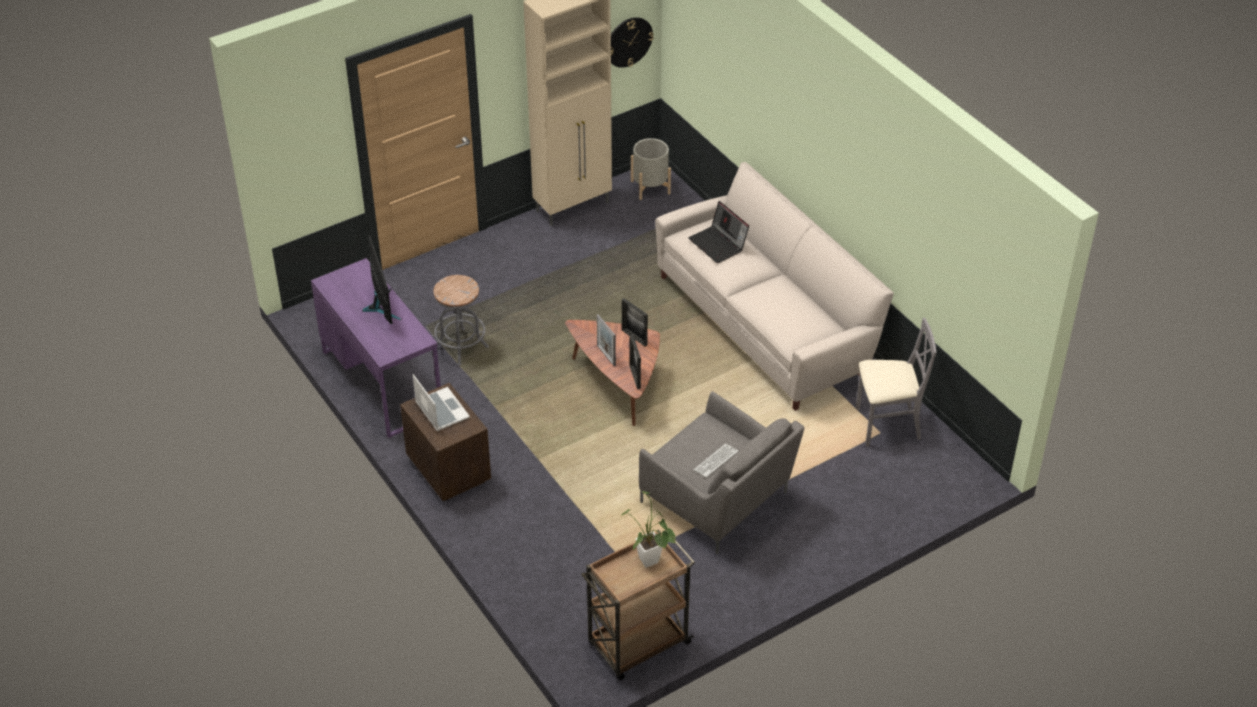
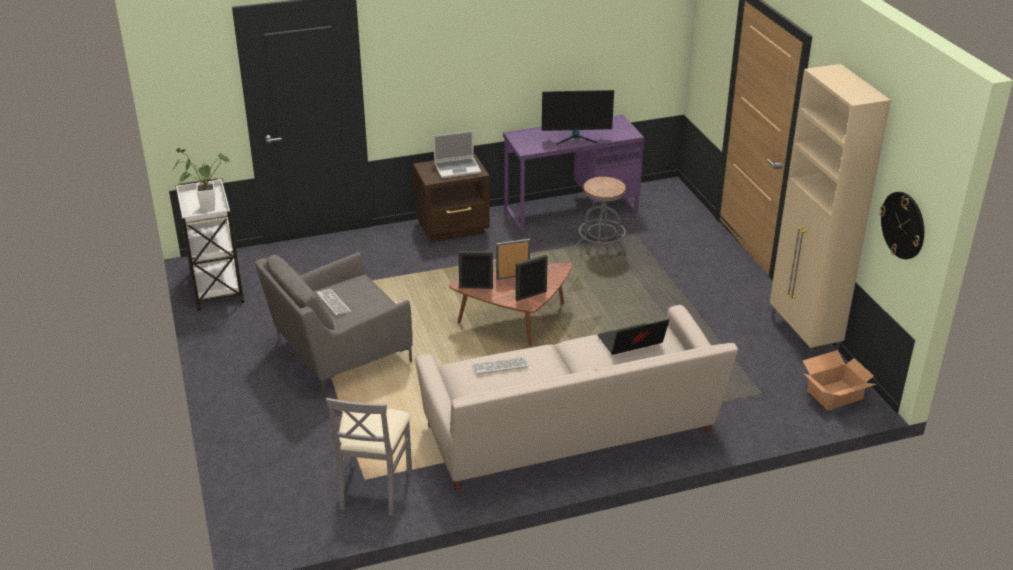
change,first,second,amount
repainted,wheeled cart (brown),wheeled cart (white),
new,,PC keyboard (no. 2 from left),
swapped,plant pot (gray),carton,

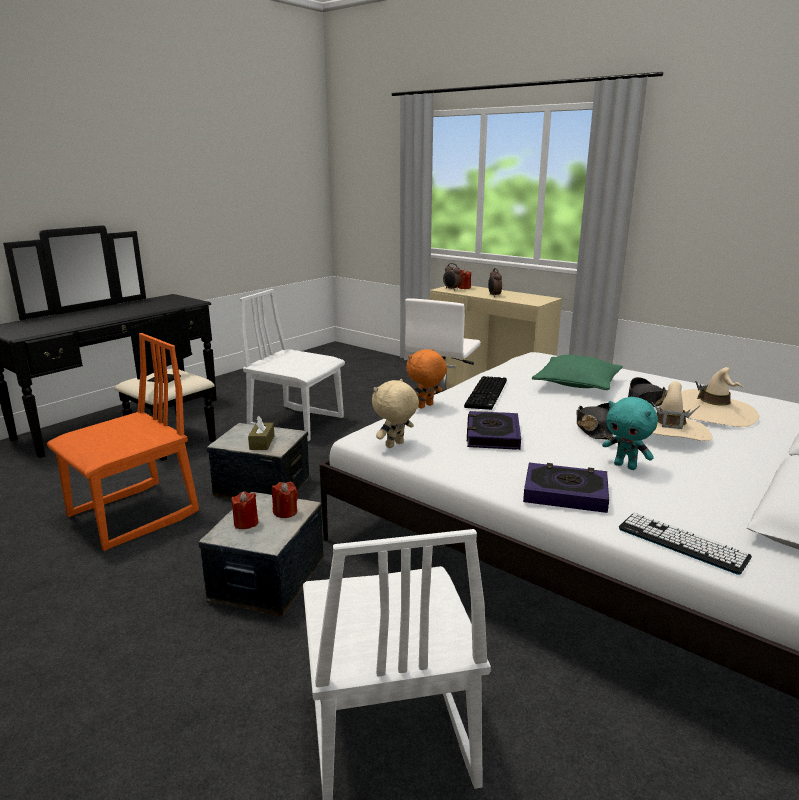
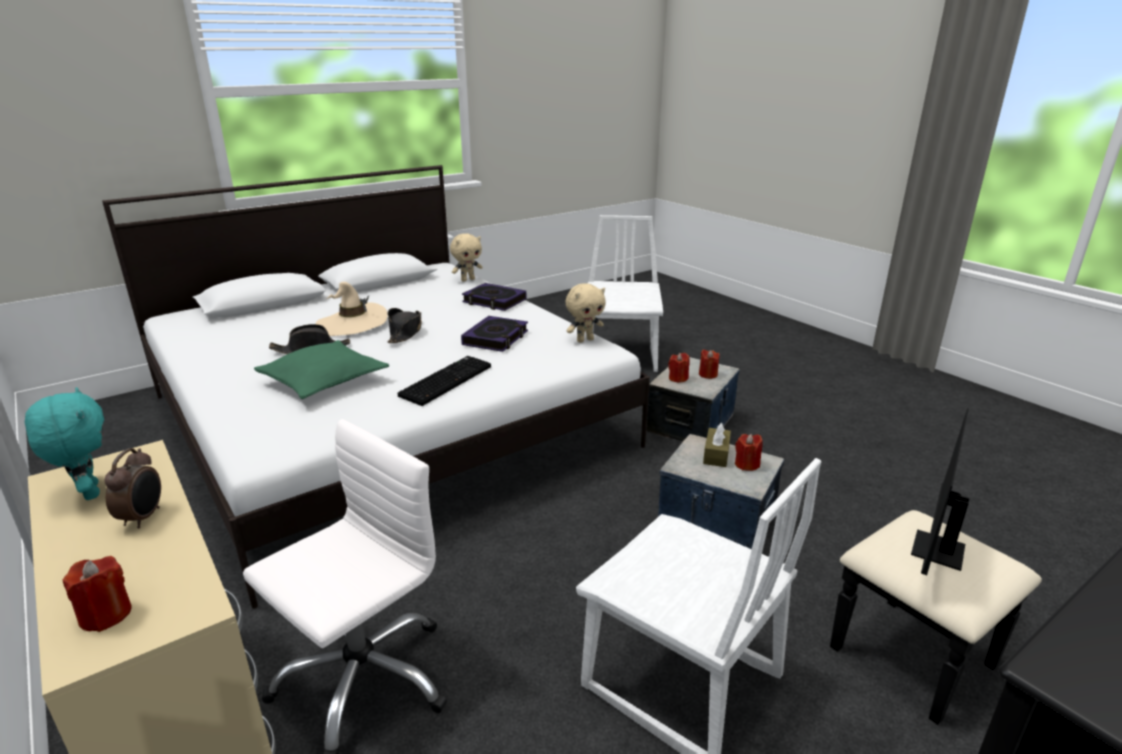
change,first,second,amount
shifted,soft toy (blue-green),,
swapped,PC keyboard (no. 2 from left),soft toy (sand-coloured) (no. 1 from left),
new,,wax light (red) (no. 4 from left),
gone,plain chair (orange-coloured),,
gone,soft toy (orange-coloured),,
gone,alarm clock (no. 1 from left),,
gone,clothing hat (sand-coloured) (no. 2 from left),,

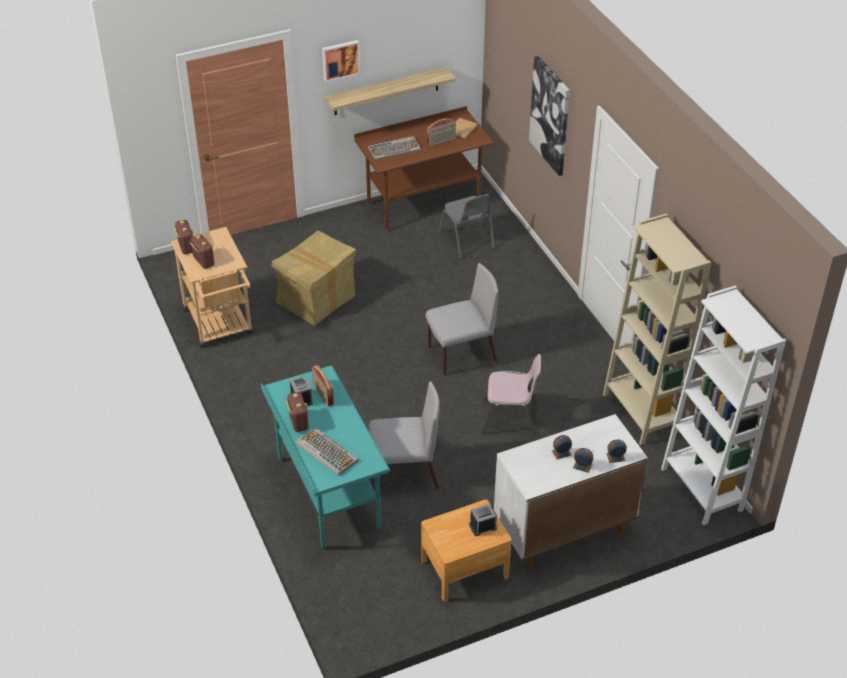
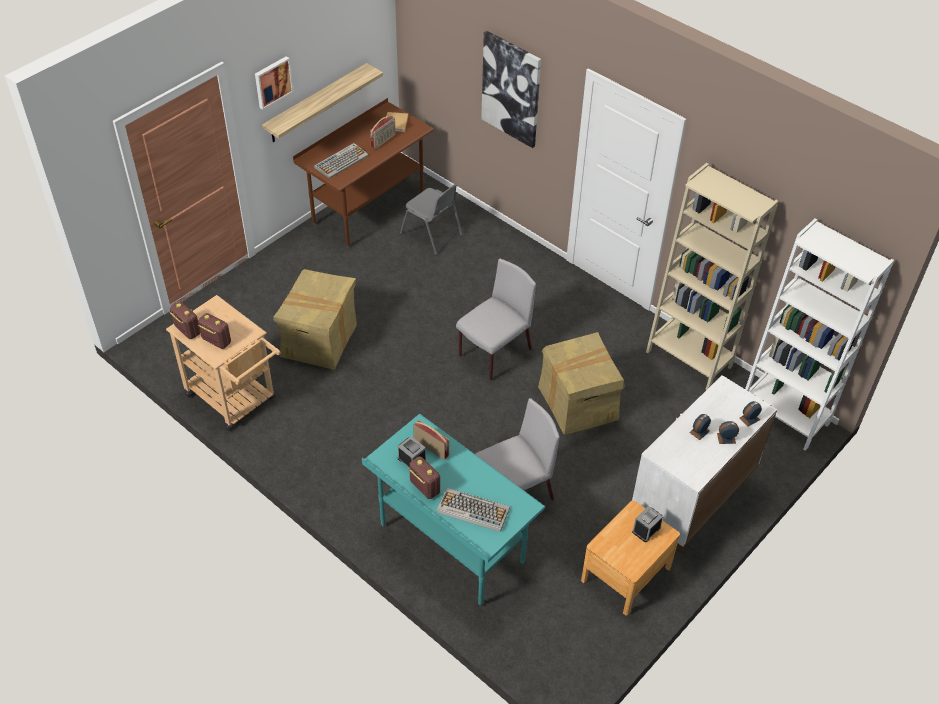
change,first,second,amount
swapped,plain chair (pinkish),carton (no. 2 from left),

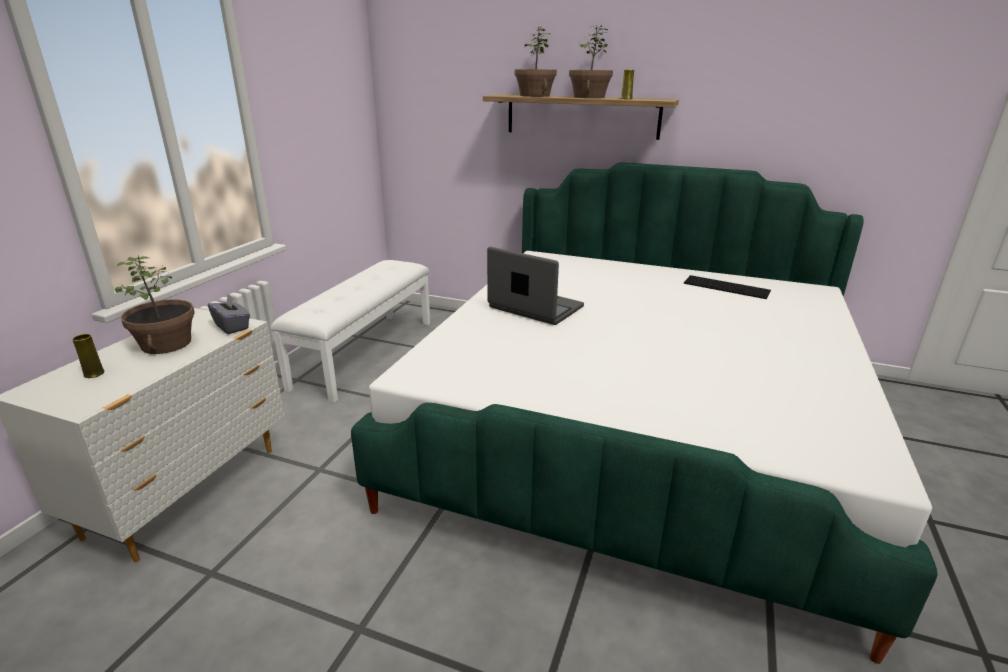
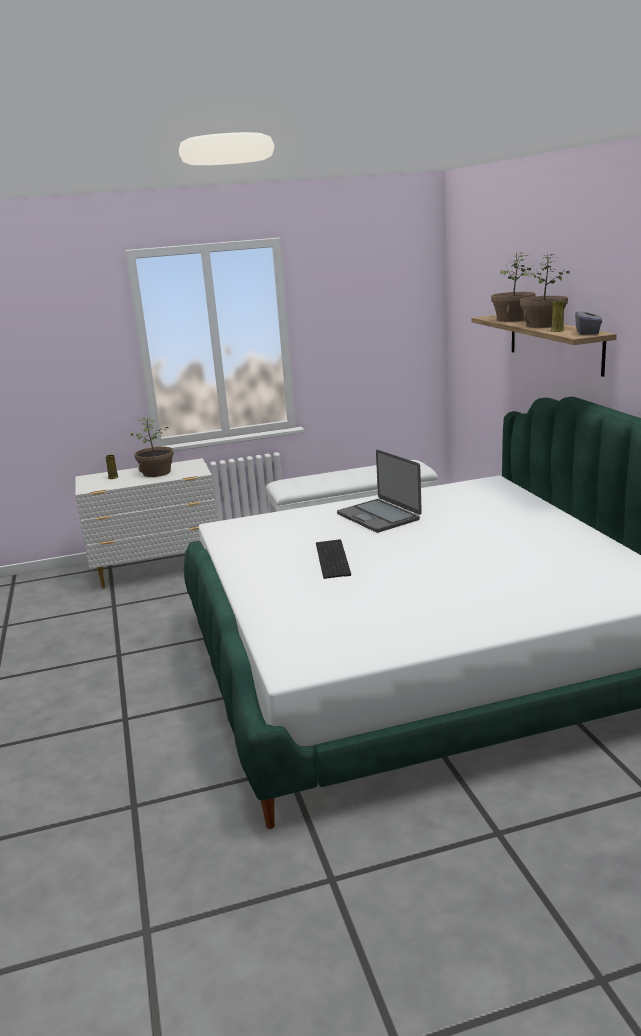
change,first,second,amount
shifted,PC keyboard,,
rotated,laptop,,150 degrees clockwise
shifted,tissue box (gray),,

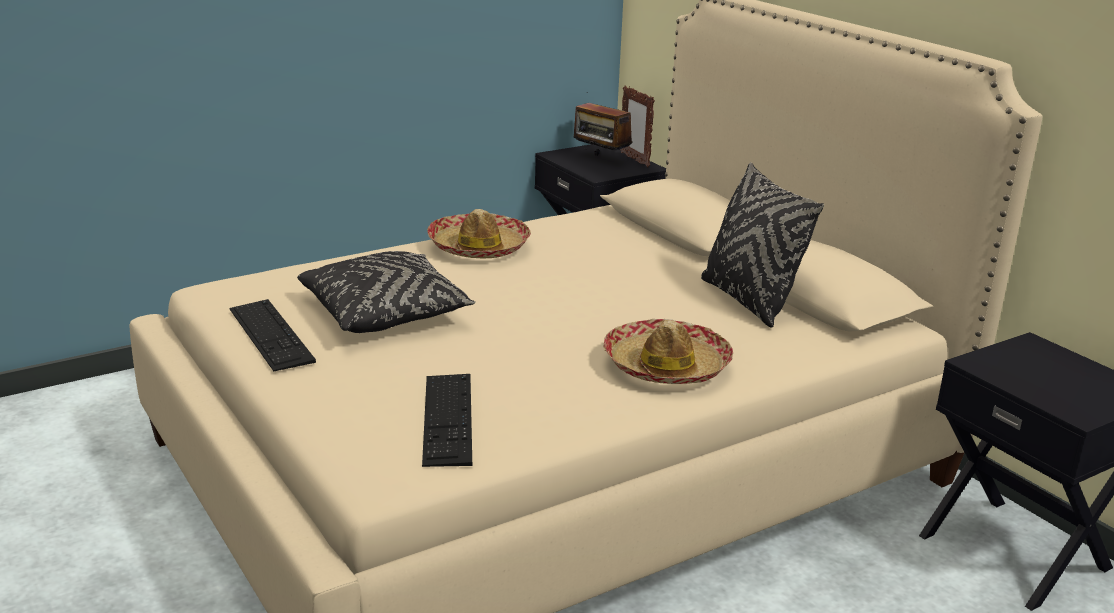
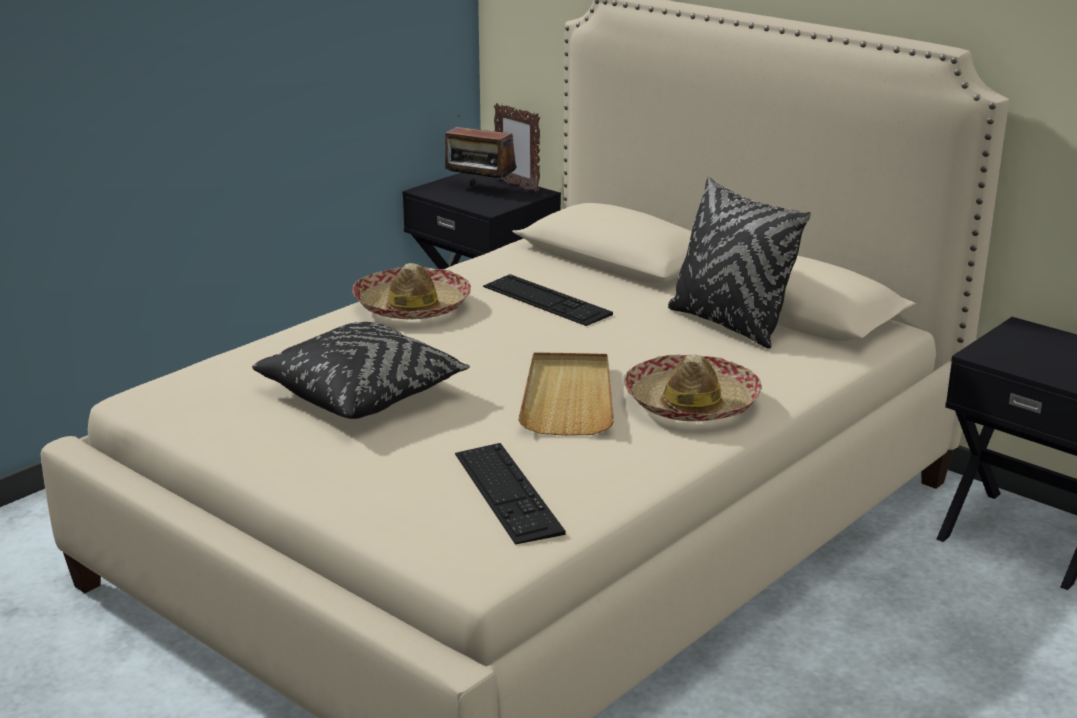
change,first,second,amount
shifted,PC keyboard (no. 1 from left in the first image),PC keyboard (no. 2 from left),
new,,tray (sand-coloured),

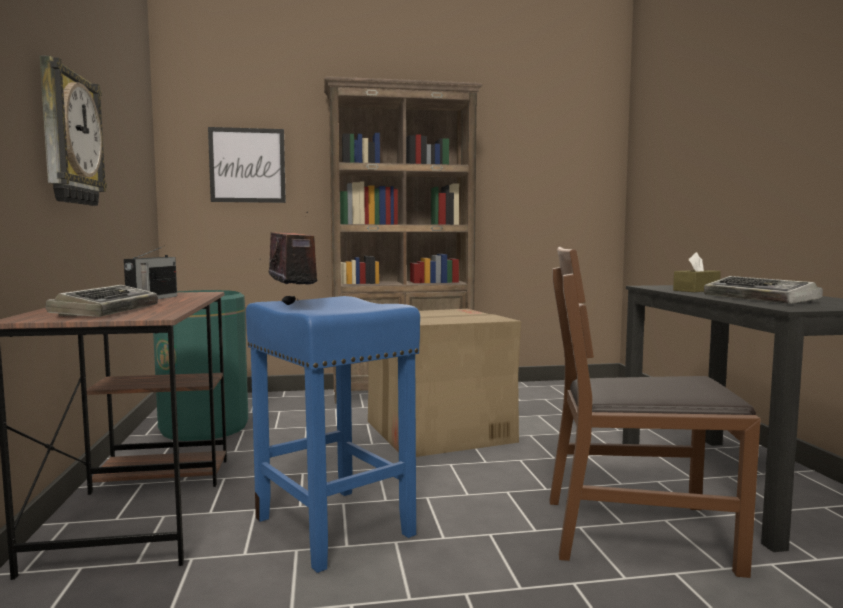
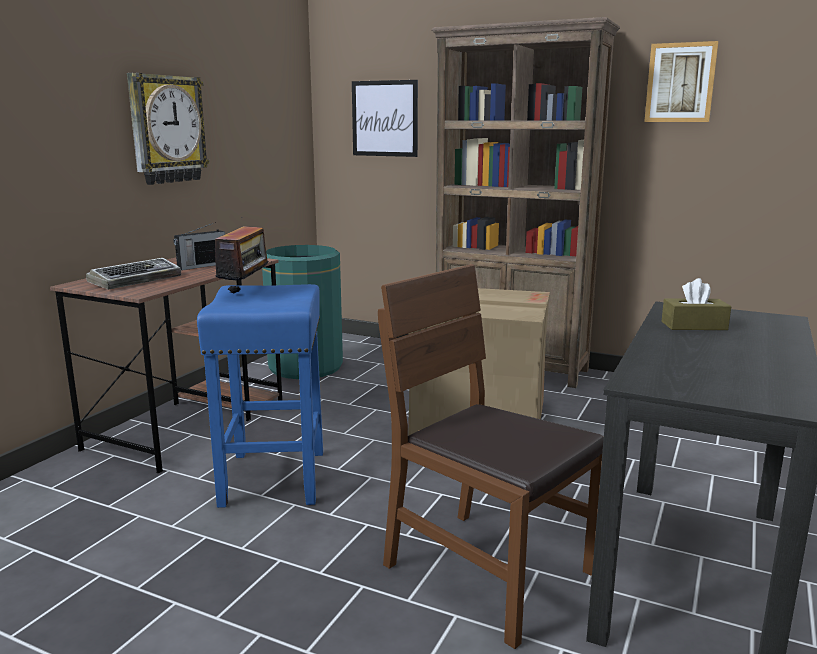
change,first,second,amount
new,,wall art (no. 2 from left),
gone,PC keyboard (no. 2 from left),,

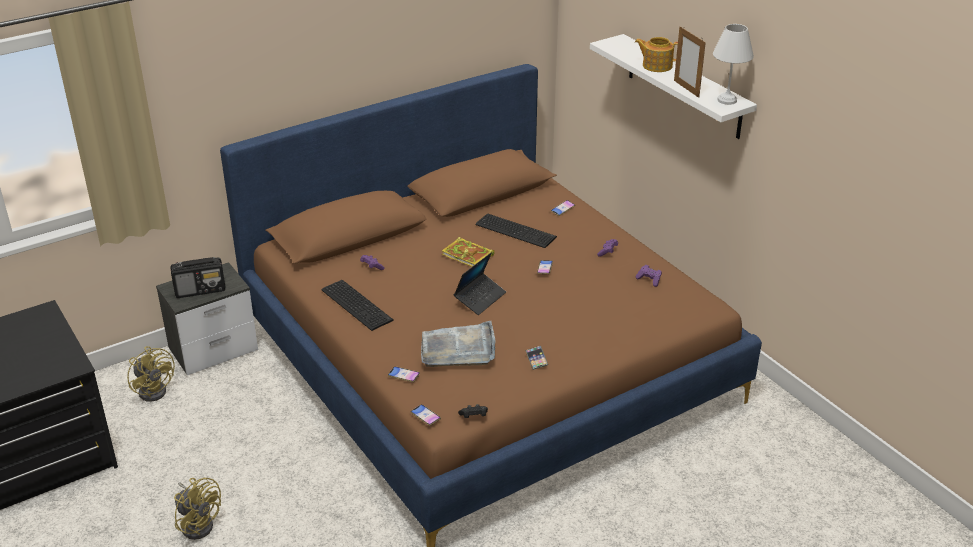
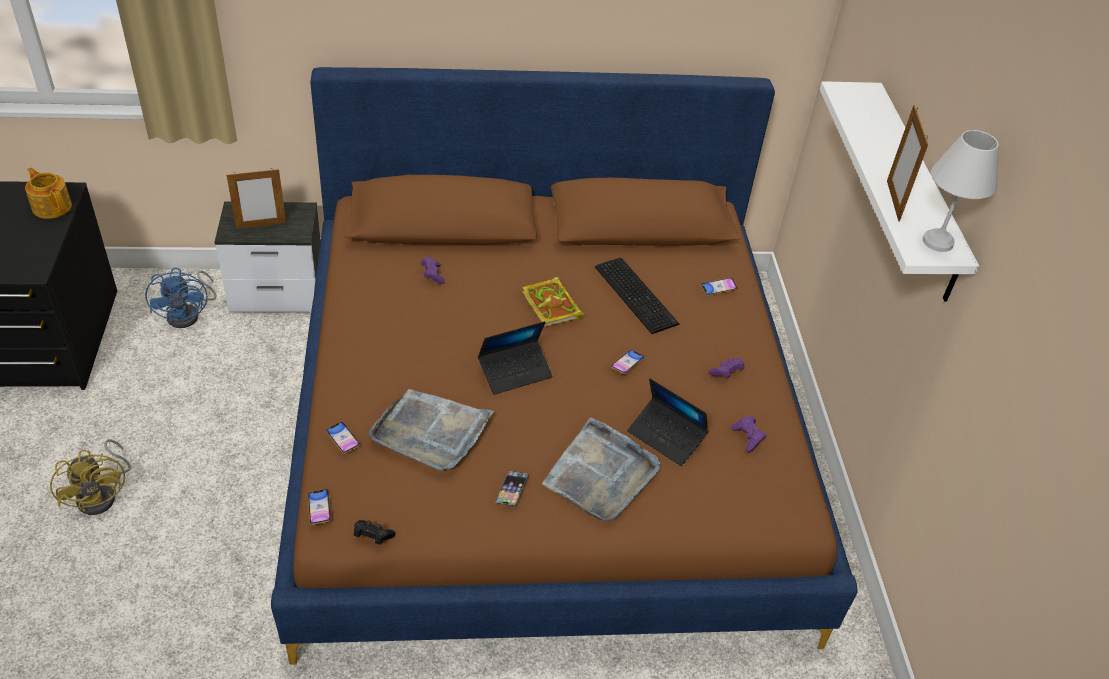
change,first,second,amount
shifted,teapot,,
repainted,fan (yellow-coloured) (no. 1 from left),fan (bluish),
swapped,radio receiver,photo frame (no. 1 from left),
new,,tray (gray) (no. 2 from left),
new,,laptop (no. 2 from left),
gone,PC keyboard (no. 1 from left),,

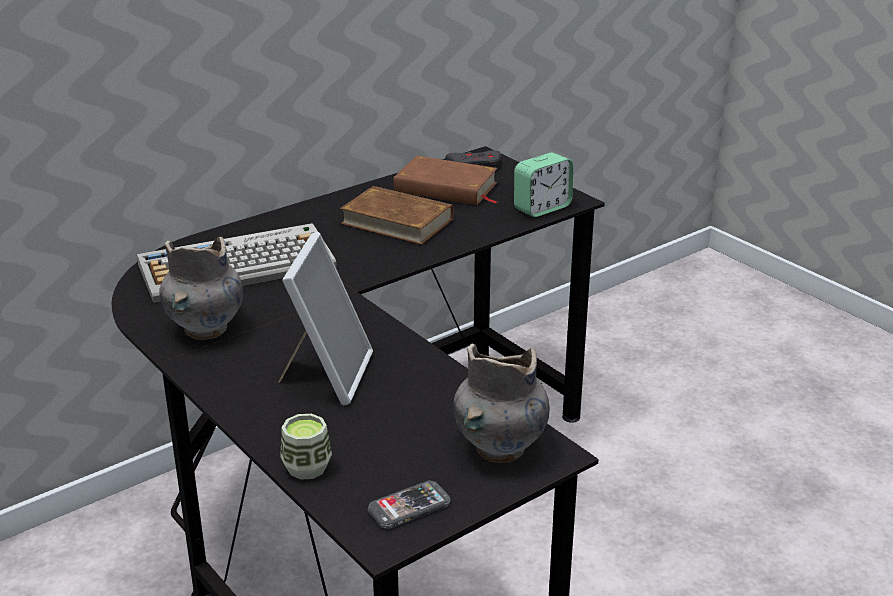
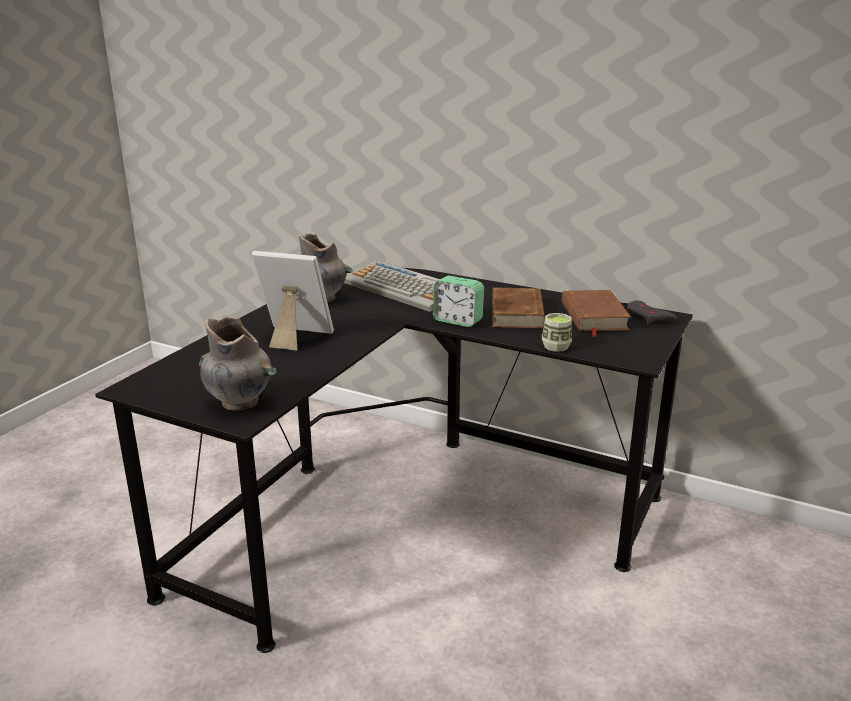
change,first,second,amount
rotated,photo frame,,150 degrees counterclockwise
shifted,alarm clock,,
shifted,drinking cup,,
gone,telephone,,

